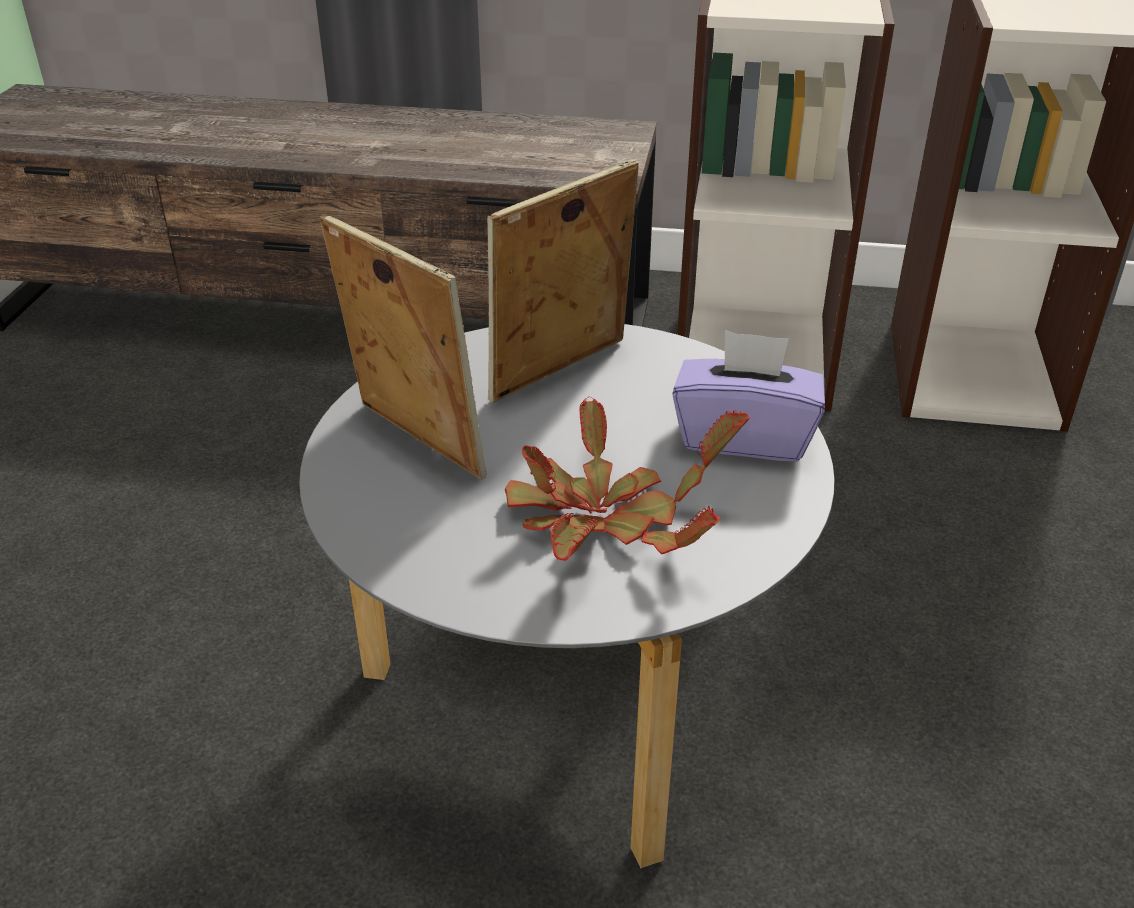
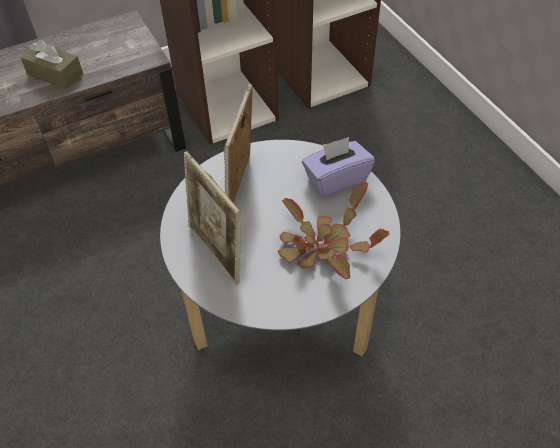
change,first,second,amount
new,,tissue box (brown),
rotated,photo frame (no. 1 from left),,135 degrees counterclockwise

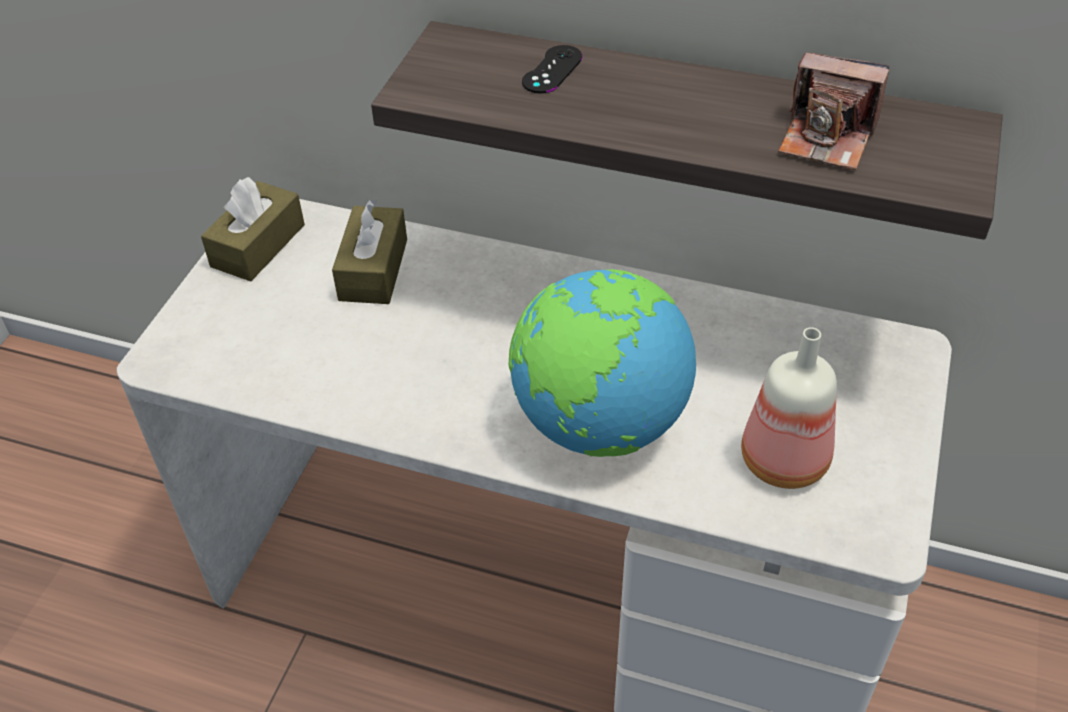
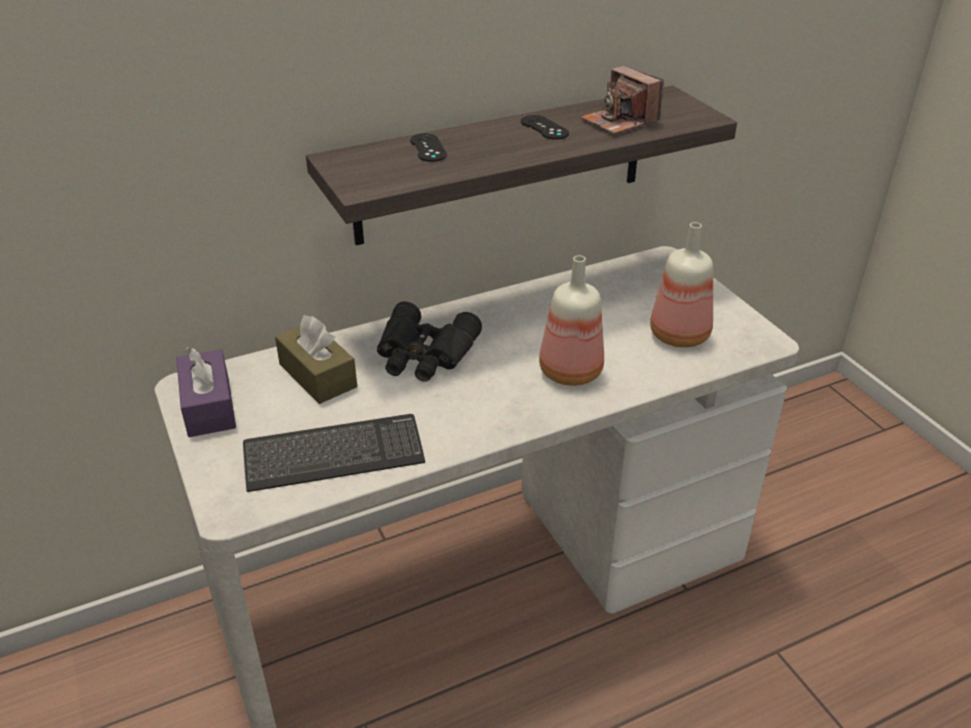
change,first,second,amount
repainted,tissue box (brown) (no. 1 from left),tissue box (purplish),
new,,PC keyboard,
new,,field glasses (blackish),
new,,joypad (blackish) (no. 2 from left),
swapped,world globe,bottle (no. 1 from left),
rotated,still camera,,75 degrees clockwise

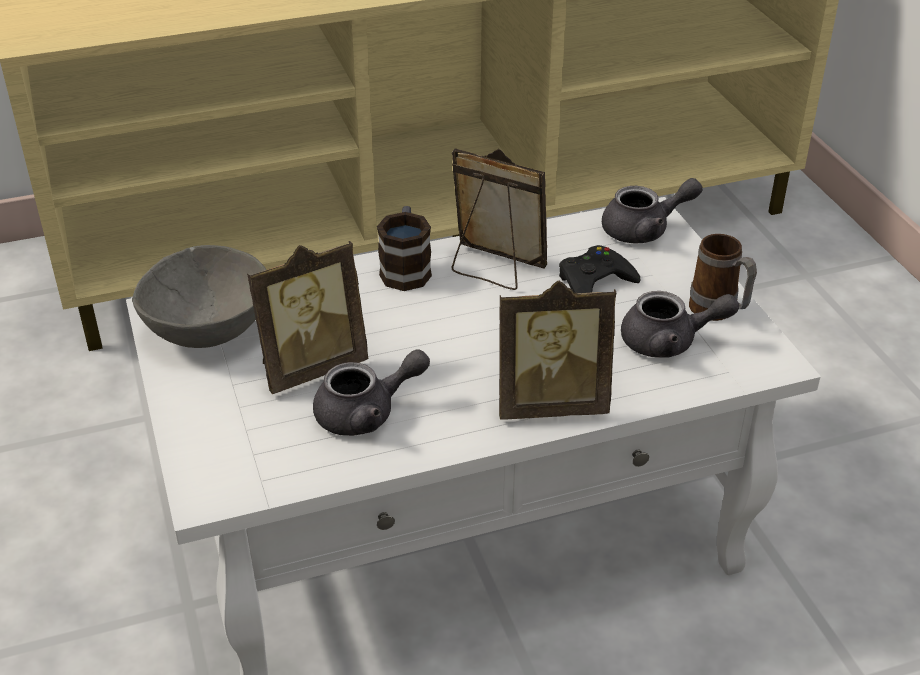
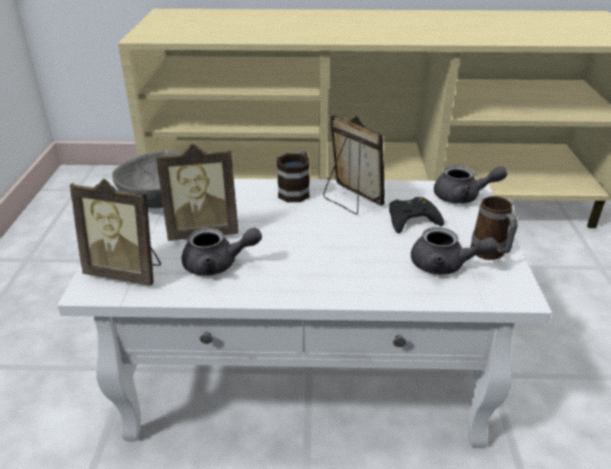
change,first,second,amount
shifted,photo frame (no. 3 from left in the first image),photo frame (no. 1 from left),

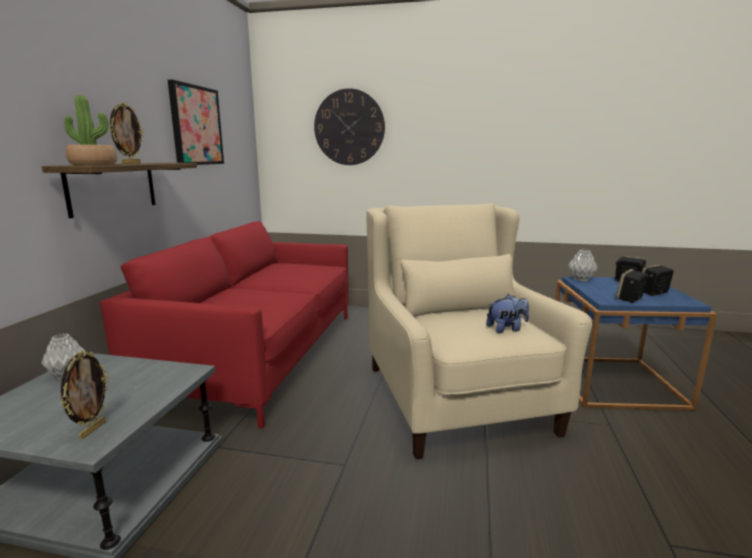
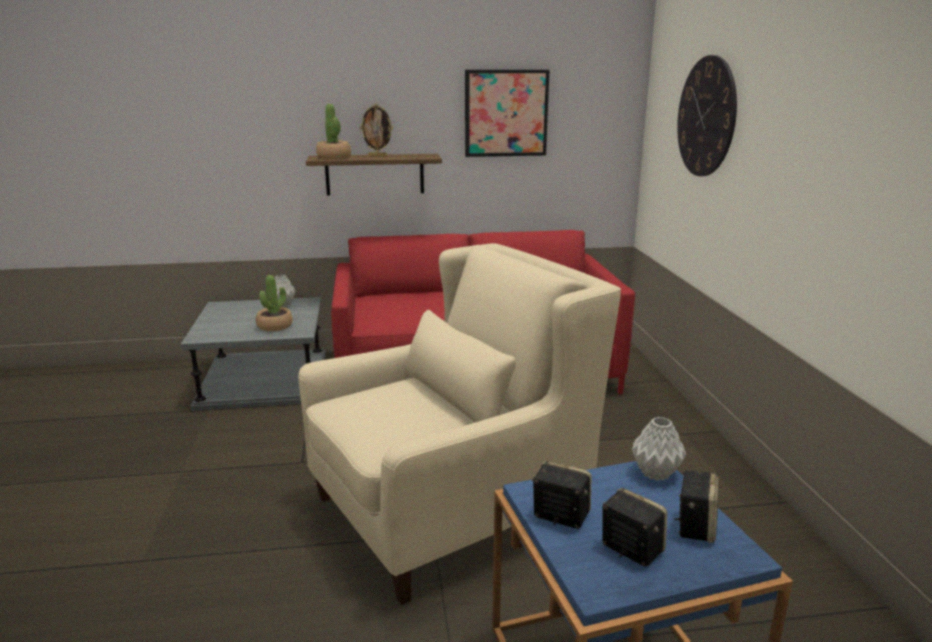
change,first,second,amount
new,,potted plant (no. 1 from left),
gone,photo frame (no. 1 from left),,
gone,soft toy,,

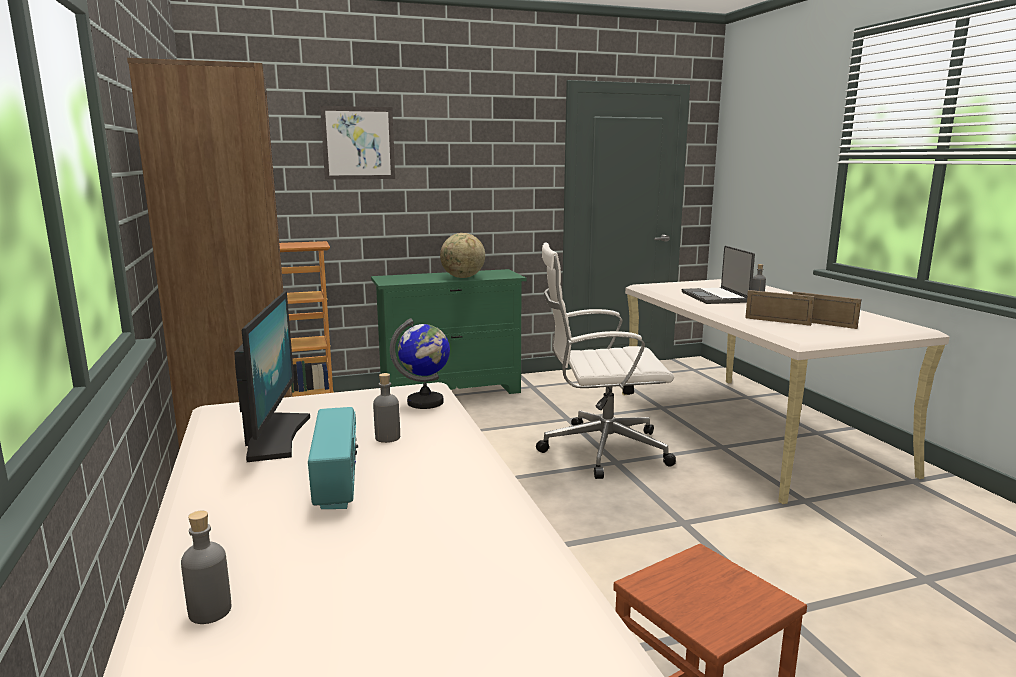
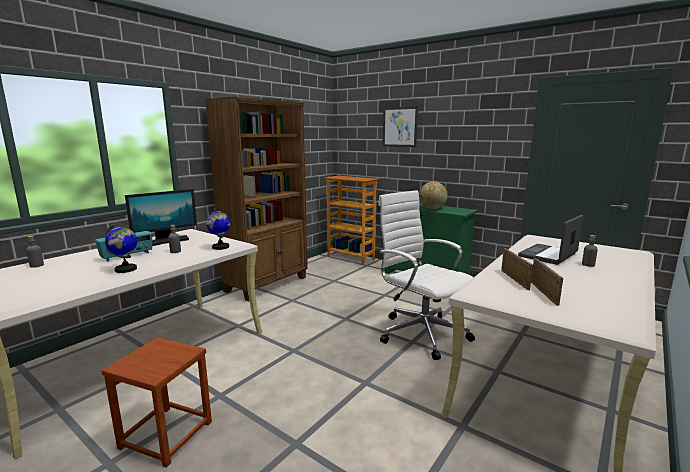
change,first,second,amount
new,,world globe (no. 1 from left),

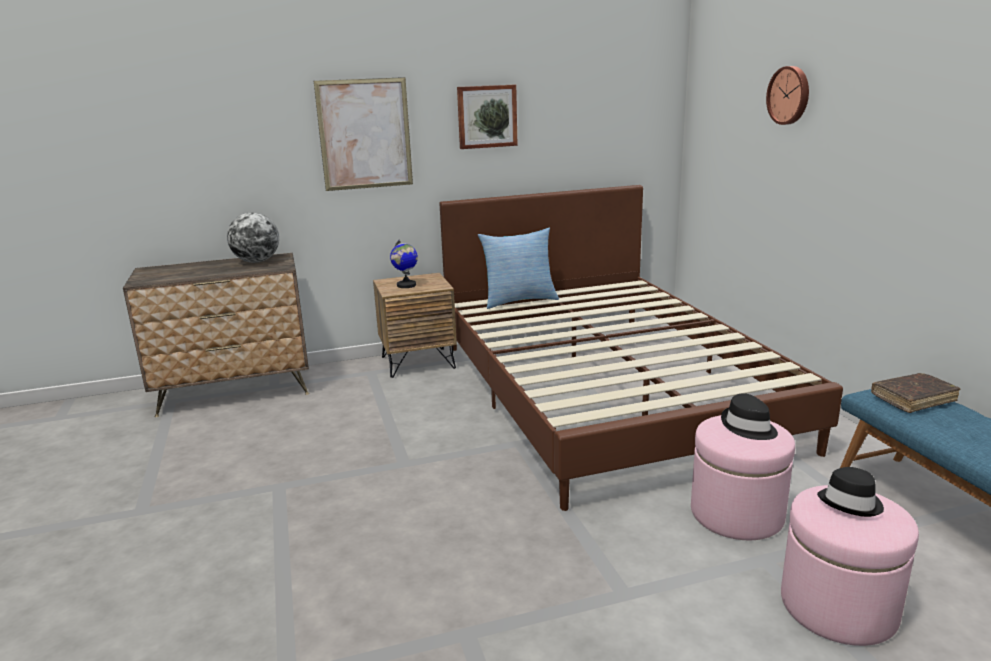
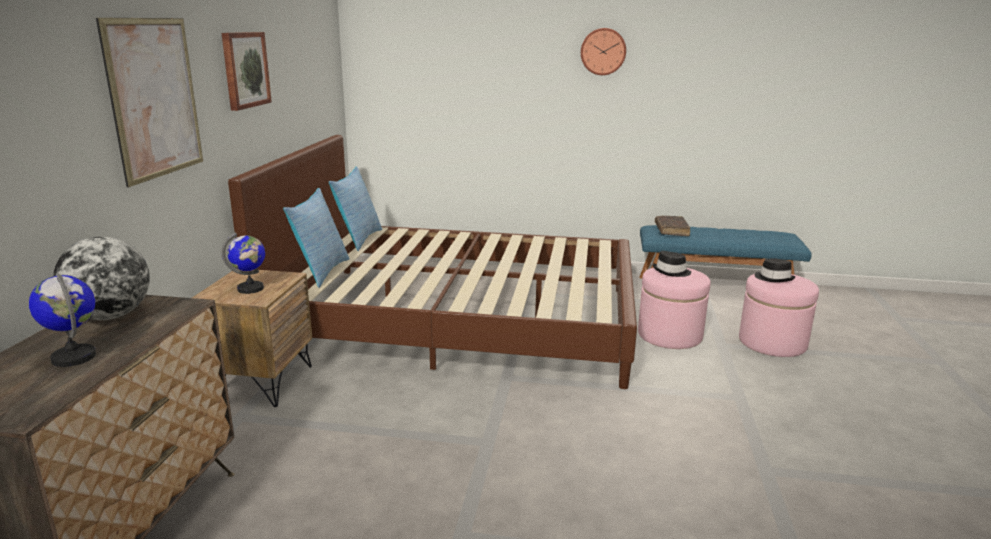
change,first,second,amount
new,,world globe (no. 1 from left),
new,,throw pillow (no. 2 from left),
shifted,hanging clock,,

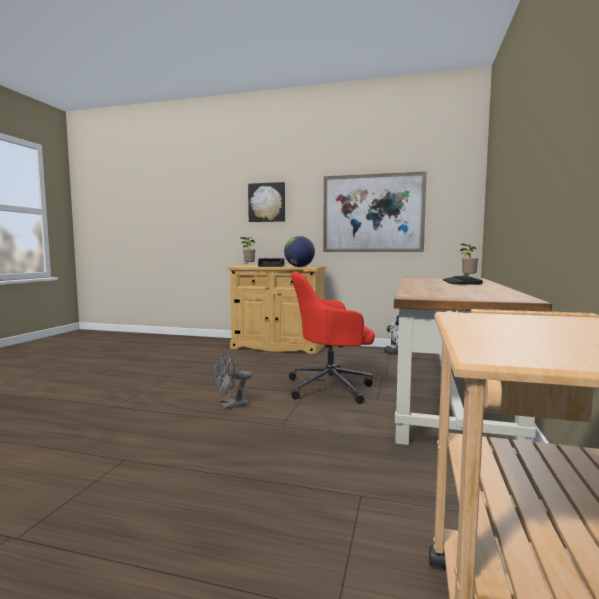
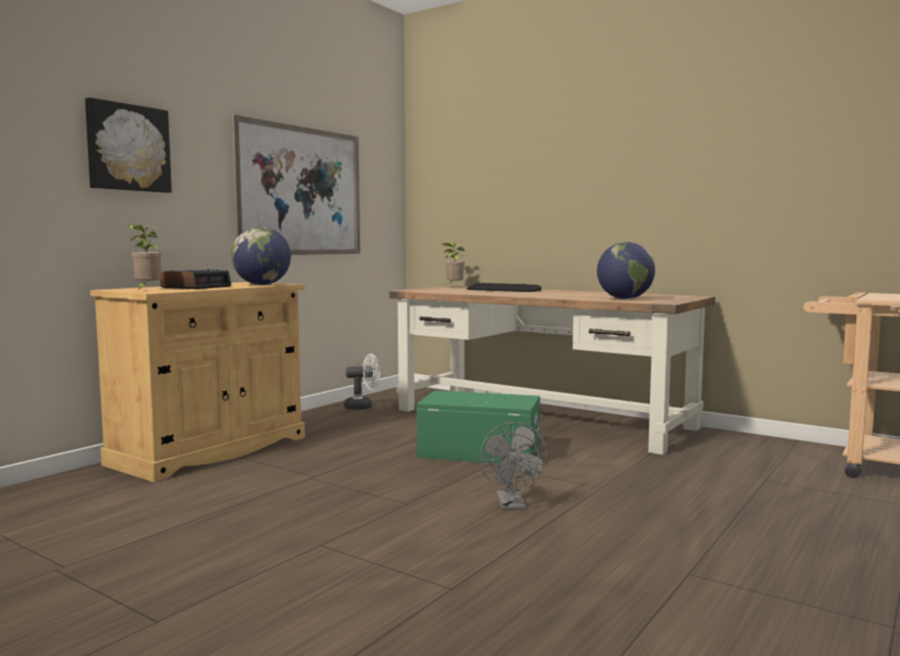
change,first,second,amount
swapped,computer chair (red),storage box (green),
new,,world globe (no. 2 from left),

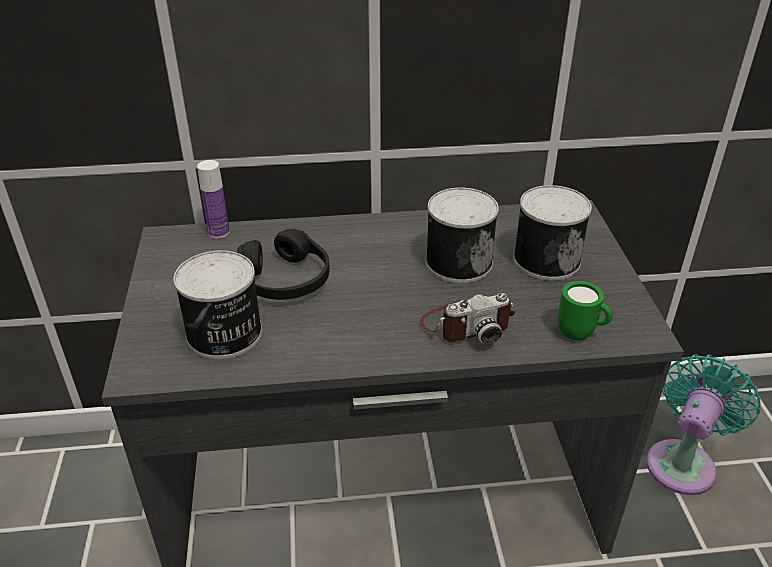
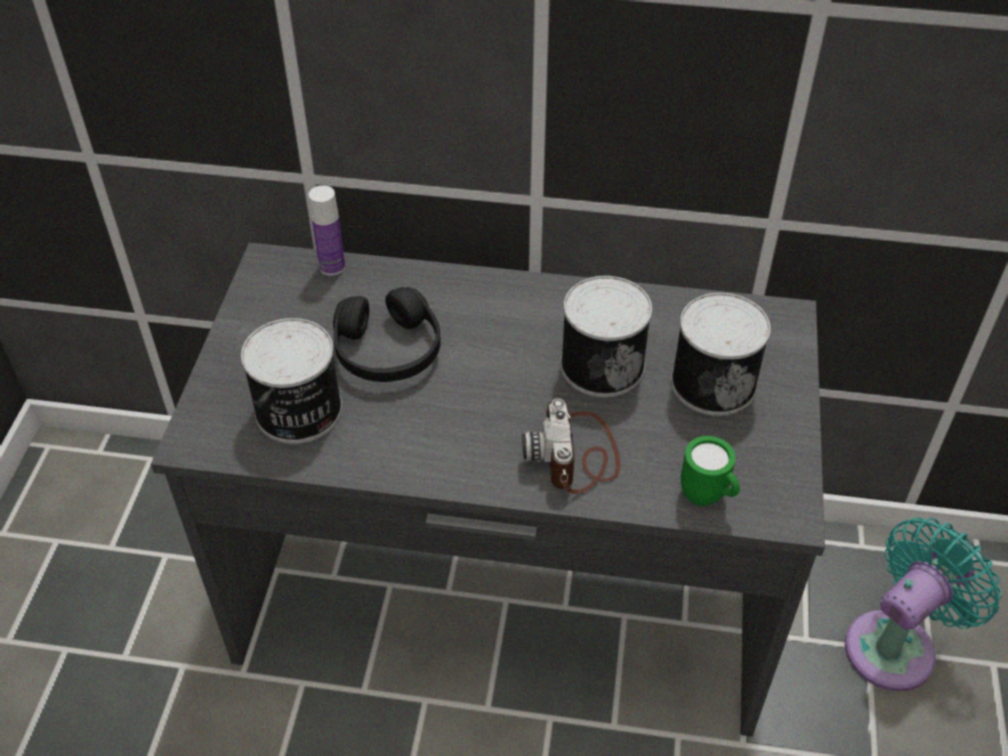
change,first,second,amount
rotated,still camera,,90 degrees clockwise

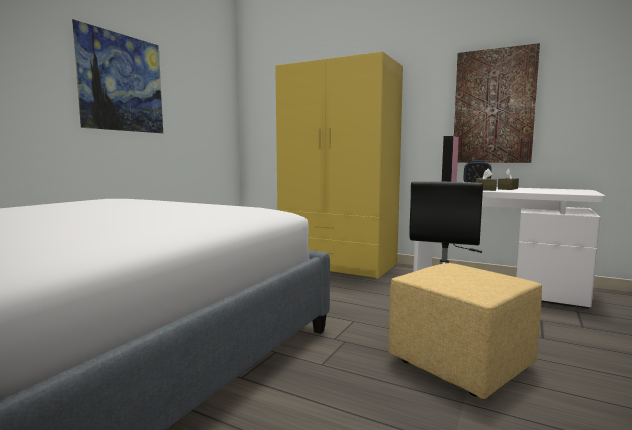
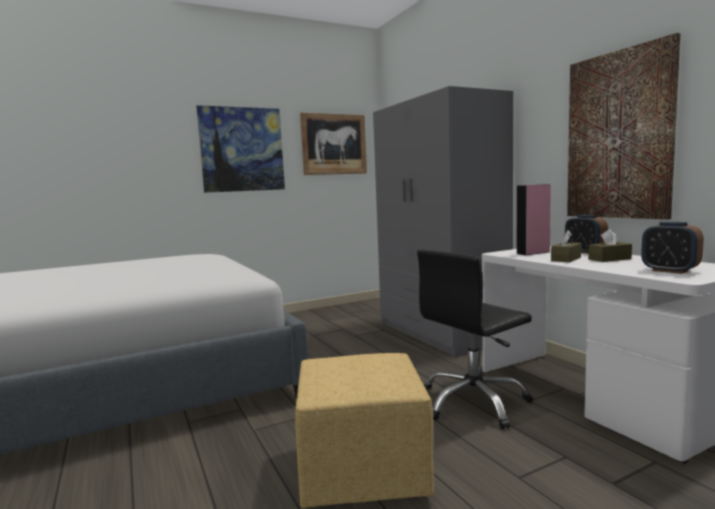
change,first,second,amount
new,,wall art (no. 2 from left),
repainted,wardrobe (yellow-coloured),wardrobe (gray),
new,,alarm clock (no. 2 from left),

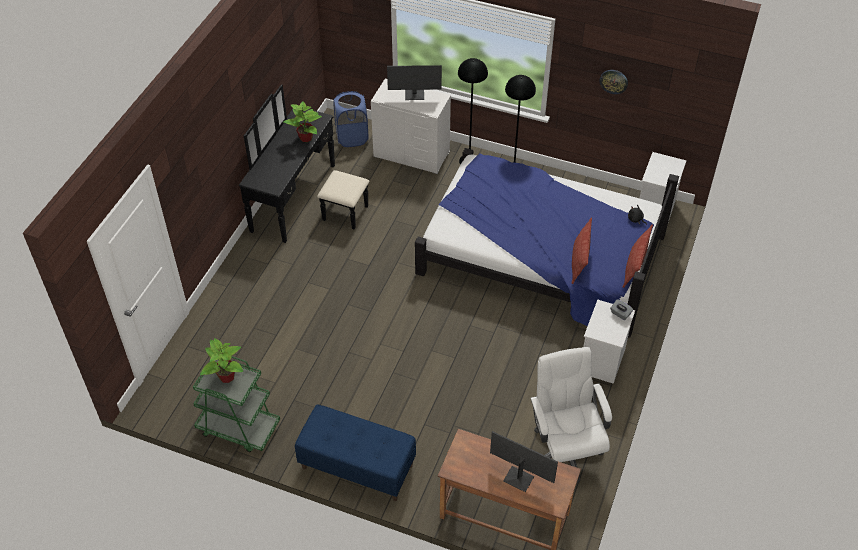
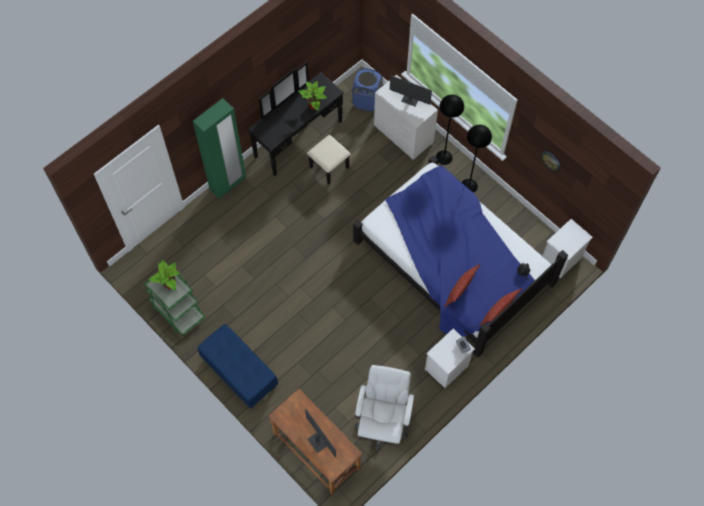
change,first,second,amount
new,,wardrobe (green),

